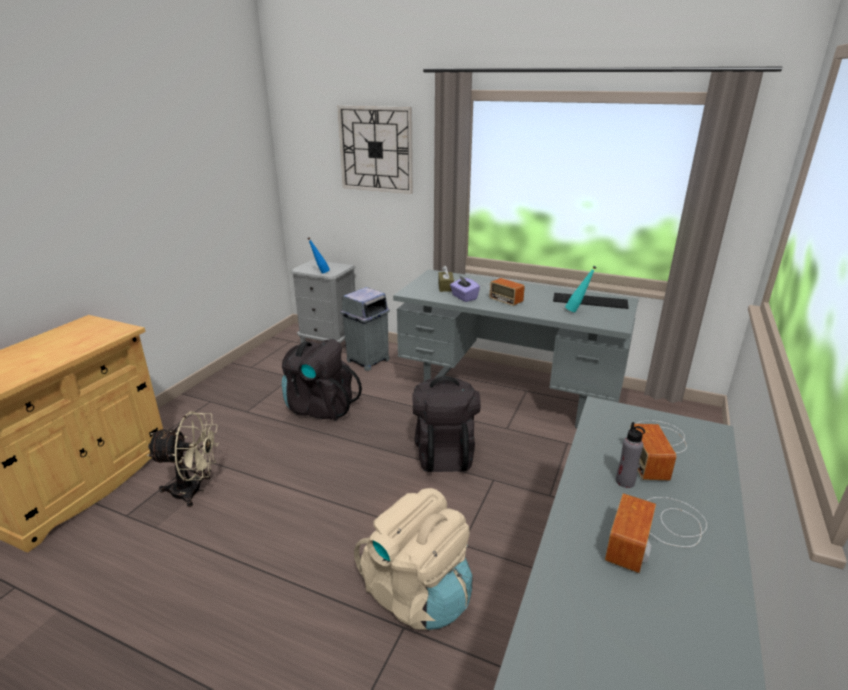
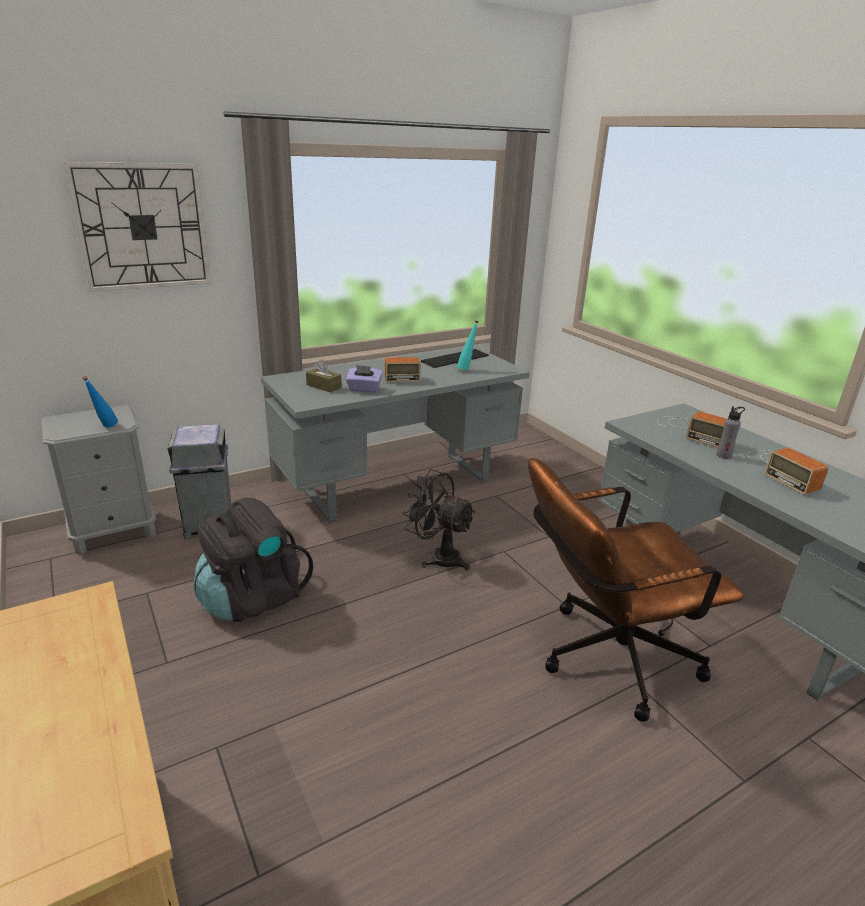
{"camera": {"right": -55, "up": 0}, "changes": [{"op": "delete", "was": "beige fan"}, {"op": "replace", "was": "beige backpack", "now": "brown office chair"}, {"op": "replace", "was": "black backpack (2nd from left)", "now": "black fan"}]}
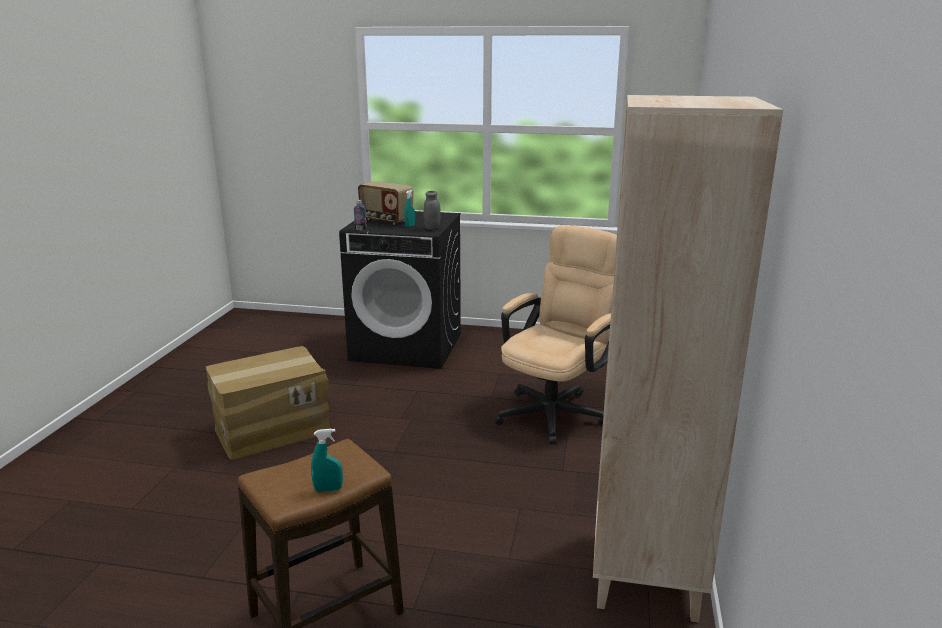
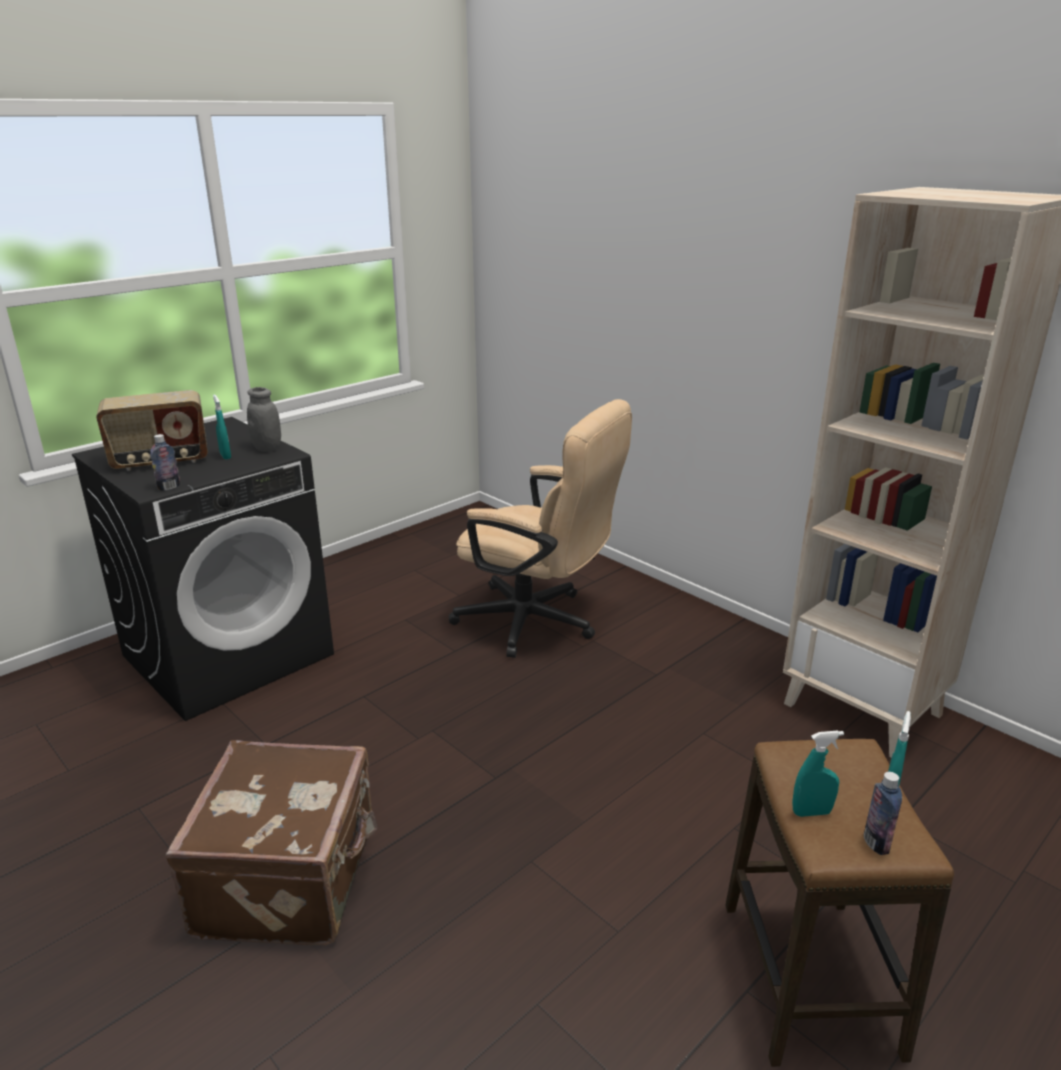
{"camera": {"right": -55, "up": 5}, "changes": [{"op": "replace", "was": "cardboard box", "now": "brown suitcase"}, {"op": "rotate", "was": "beige office chair", "clockwise": 135}, {"op": "insert", "now": "turquoise spray bottle (2nd from left)"}, {"op": "insert", "now": "bottle (2nd from left)"}]}
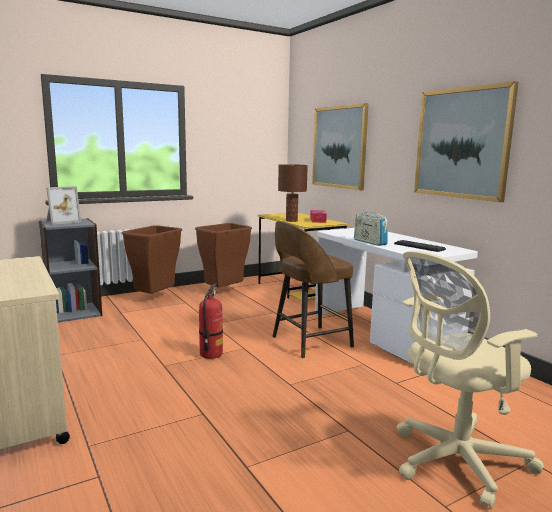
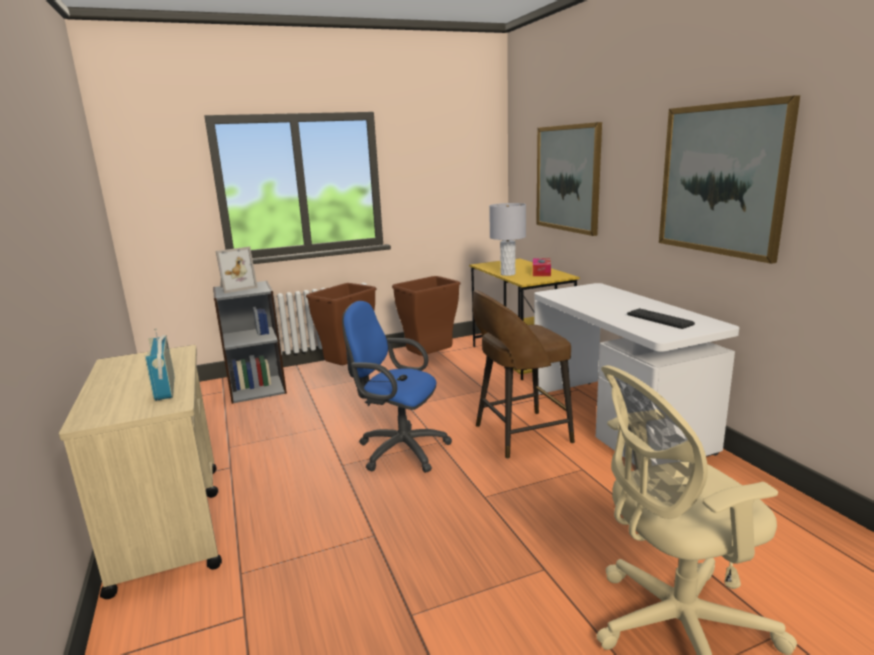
{"camera": {"right": 10, "up": 5}, "changes": [{"op": "replace", "was": "fire extinguisher", "now": "blue office chair"}, {"op": "recolor", "was": "brown table lamp", "now": "grey table lamp"}, {"op": "move", "was": "radio"}]}
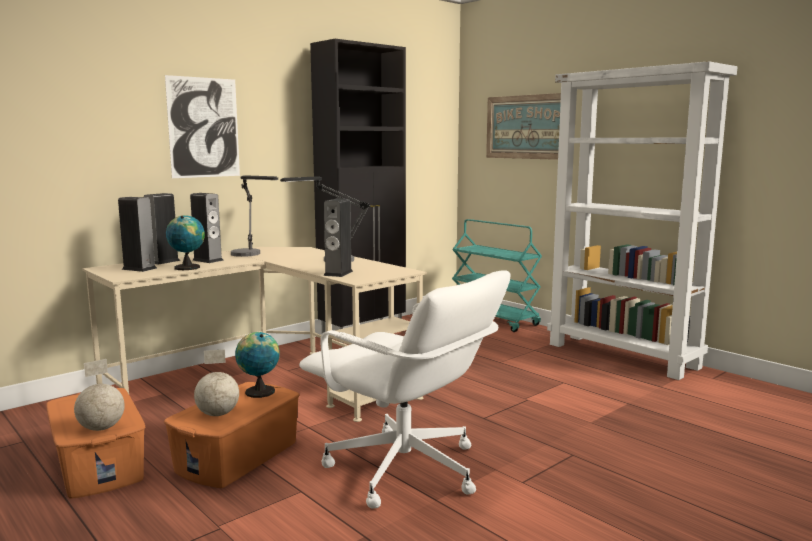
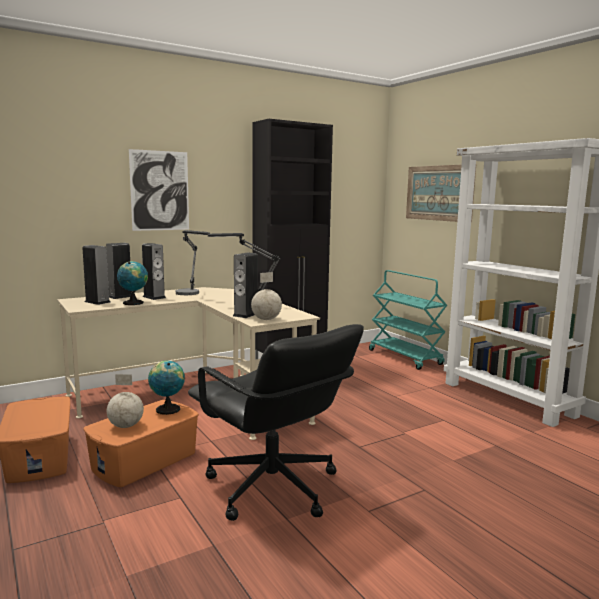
{"camera": {"right": 10, "up": 0}, "changes": [{"op": "move", "was": "globe (1st from left in the first image)", "now": "globe (4th from left)"}, {"op": "recolor", "was": "white office chair", "now": "black office chair"}]}
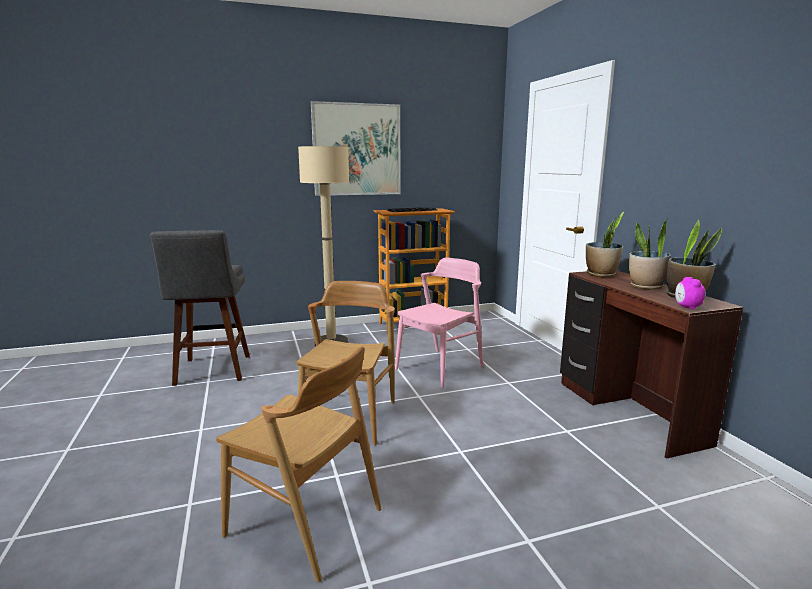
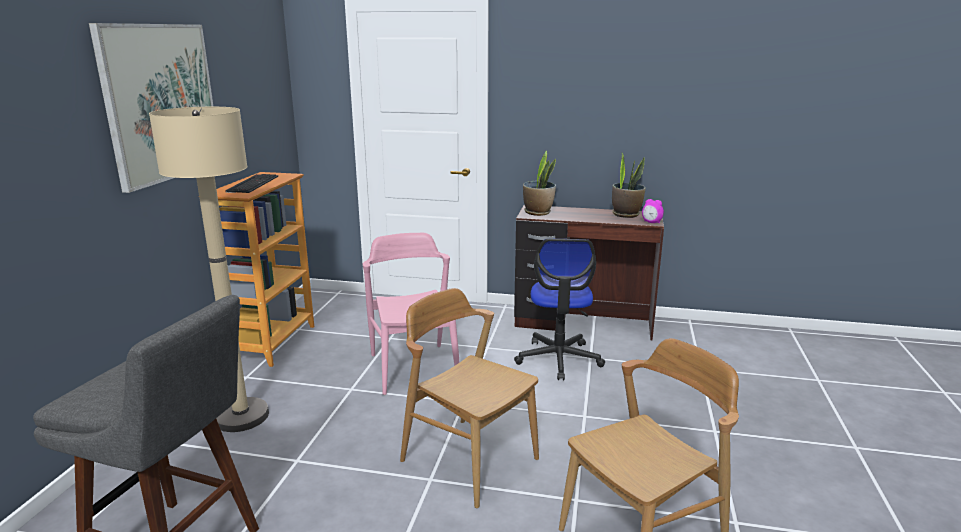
{"camera": {"right": -60, "up": 5}, "changes": [{"op": "delete", "was": "potted plant (2nd from left)"}, {"op": "insert", "now": "office chair"}]}
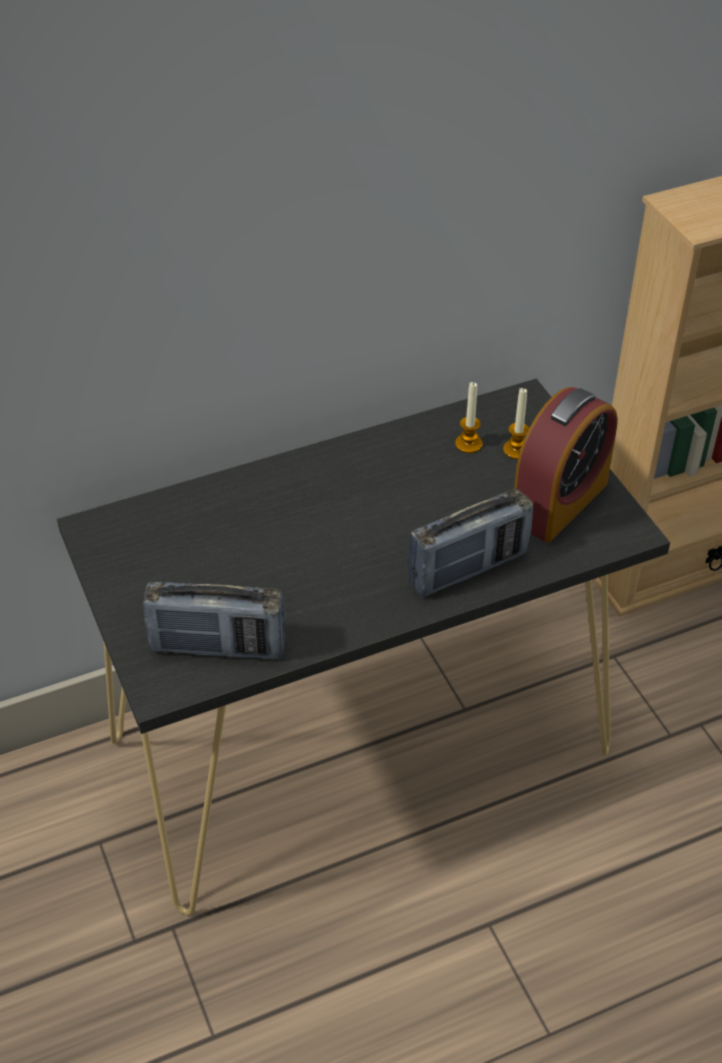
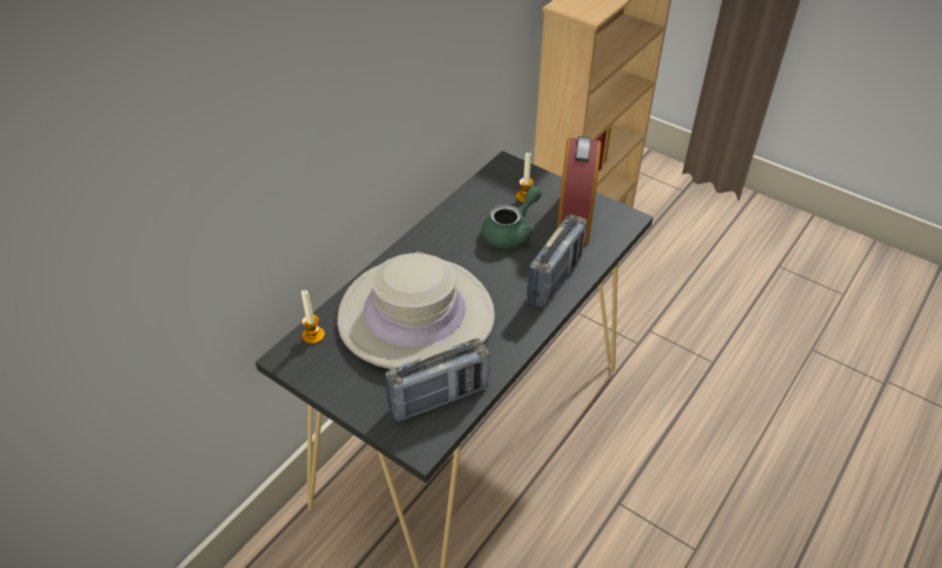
{"camera": {"right": -30, "up": 0}, "changes": [{"op": "move", "was": "candle (1st from left)"}, {"op": "insert", "now": "beige hat"}, {"op": "insert", "now": "green teapot"}]}
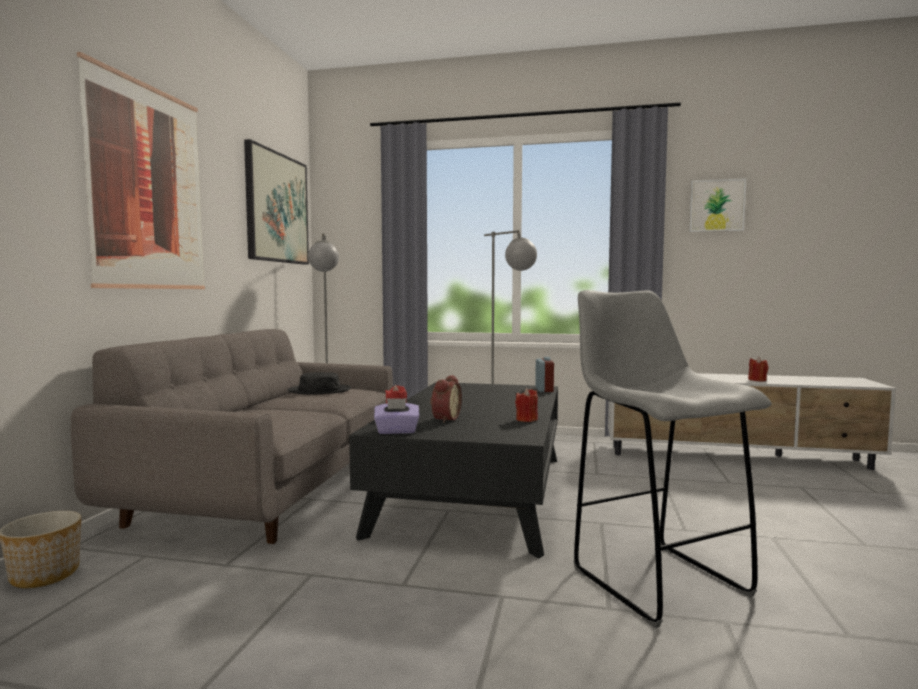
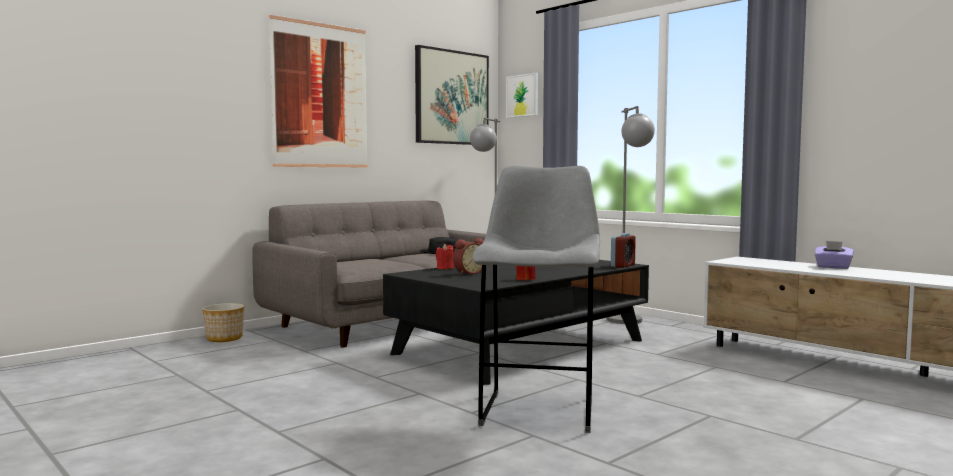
{"camera": {"right": 35, "up": 0}, "changes": [{"op": "move", "was": "purple tissue box"}, {"op": "move", "was": "picture (3rd from left)"}, {"op": "delete", "was": "red candle (3rd from left)"}]}
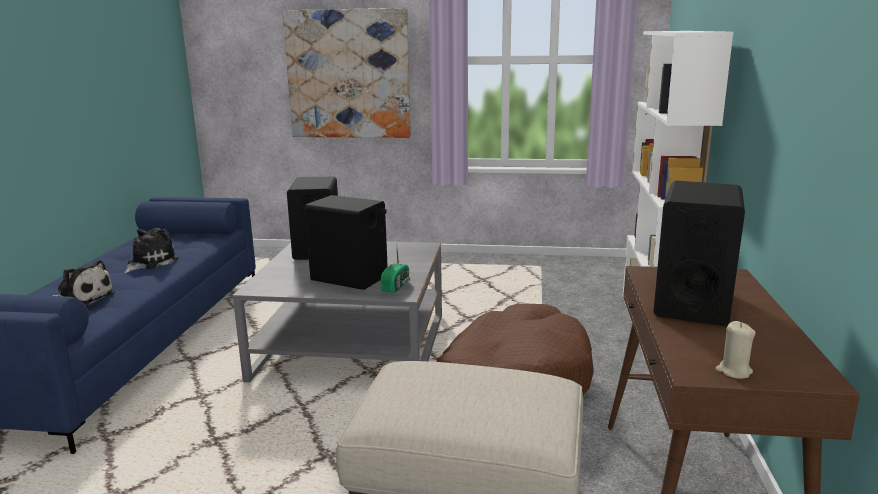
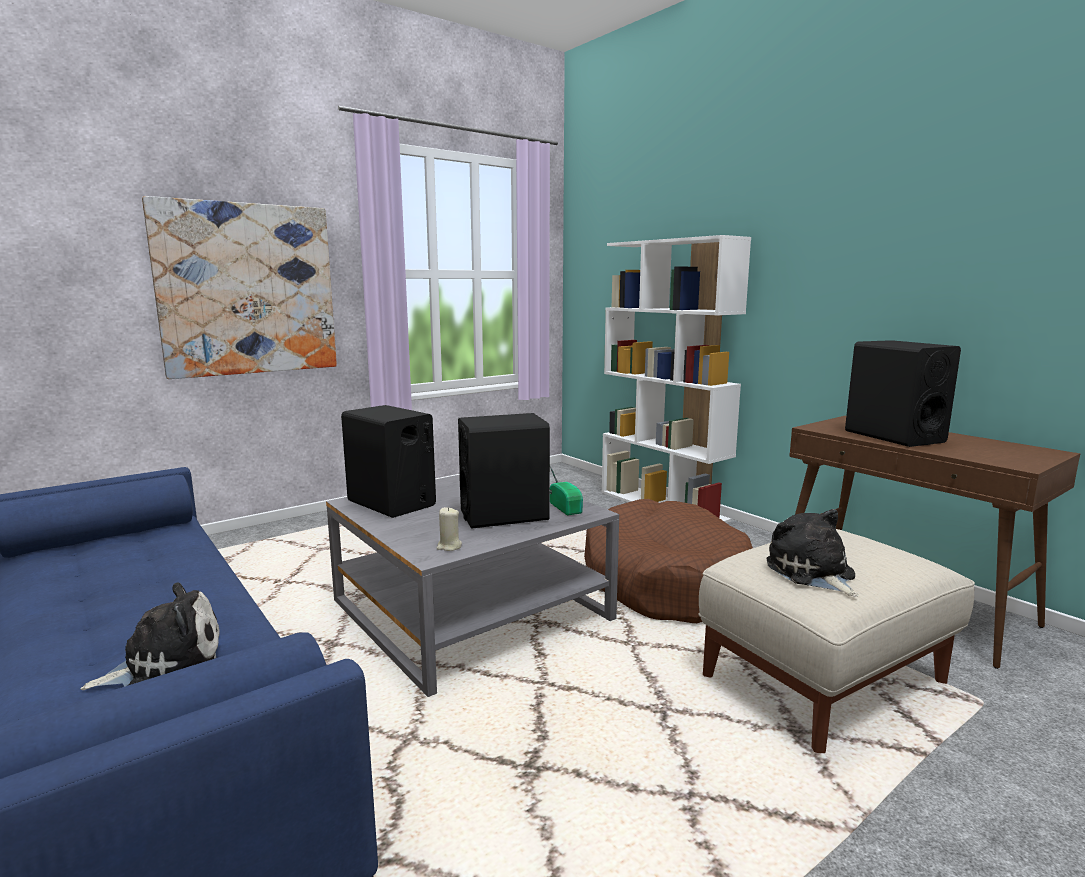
{"camera": {"right": -45, "up": -5}, "changes": [{"op": "move", "was": "plush toy (2nd from left)"}, {"op": "move", "was": "beige candle"}]}
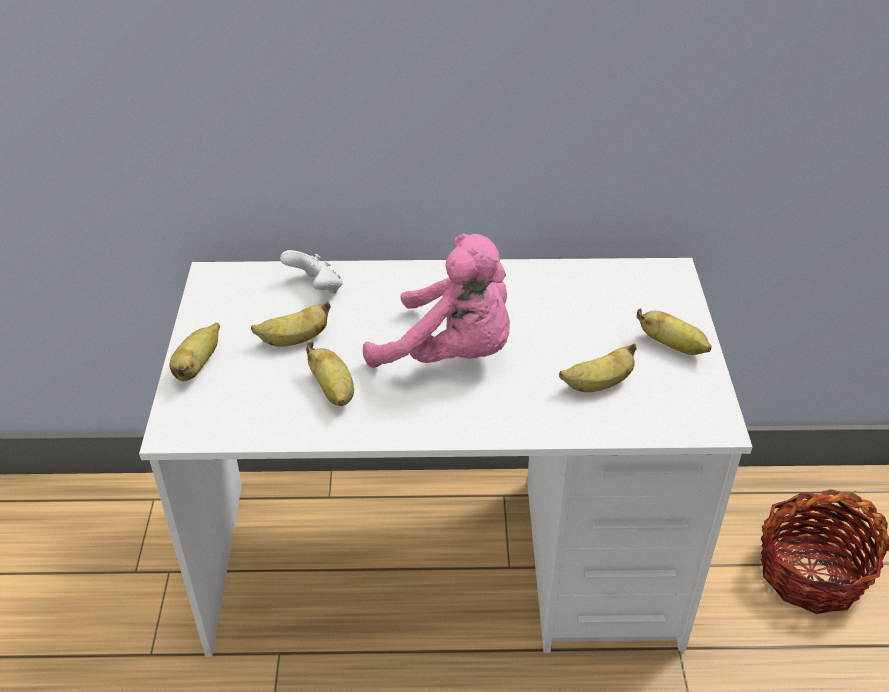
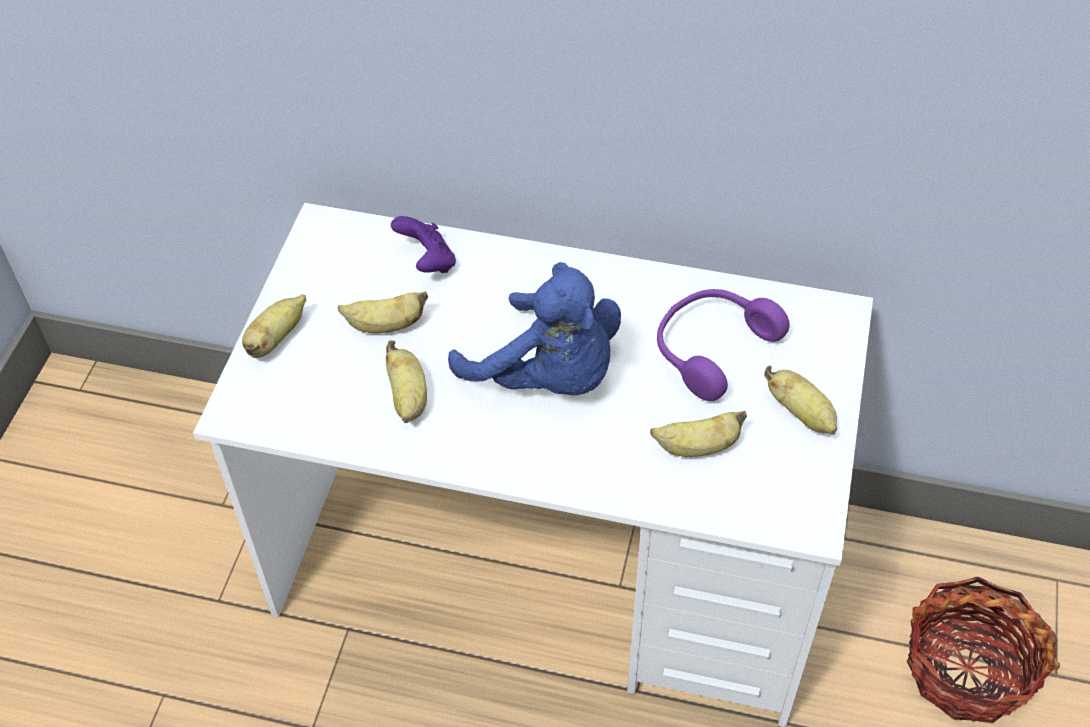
{"camera": {"right": 15, "up": 10}, "changes": [{"op": "recolor", "was": "white game controller", "now": "purple game controller"}, {"op": "recolor", "was": "pink plush toy", "now": "blue plush toy"}, {"op": "insert", "now": "purple headphones"}]}
